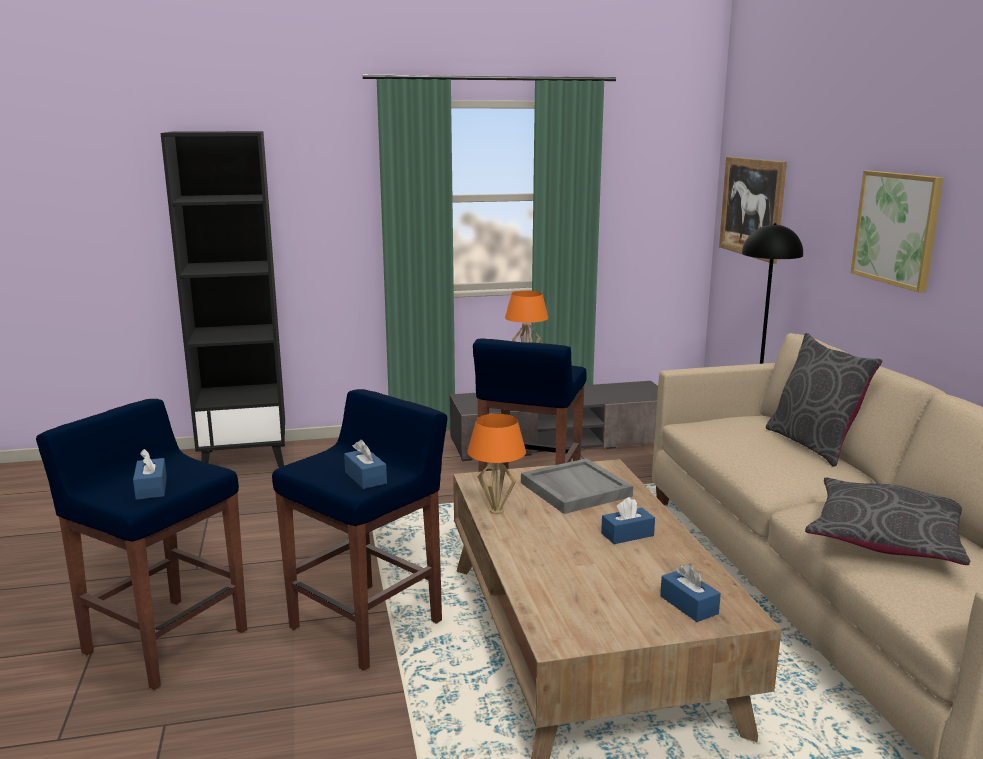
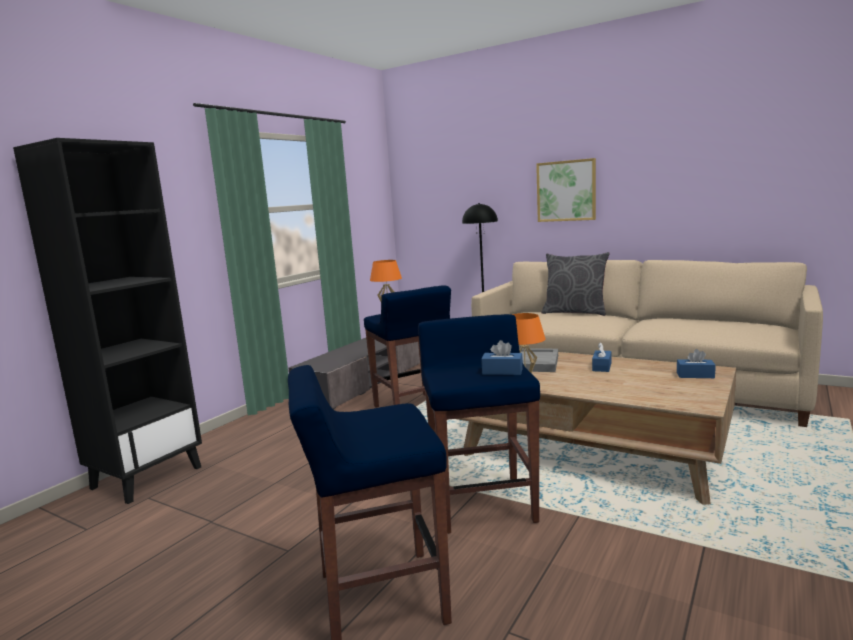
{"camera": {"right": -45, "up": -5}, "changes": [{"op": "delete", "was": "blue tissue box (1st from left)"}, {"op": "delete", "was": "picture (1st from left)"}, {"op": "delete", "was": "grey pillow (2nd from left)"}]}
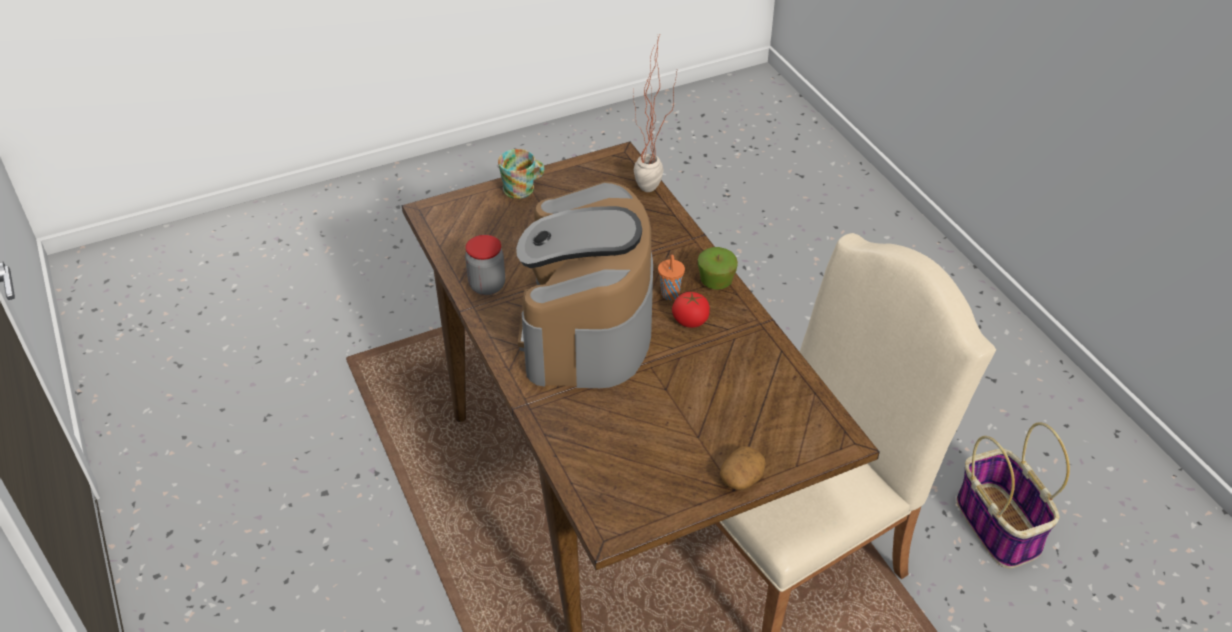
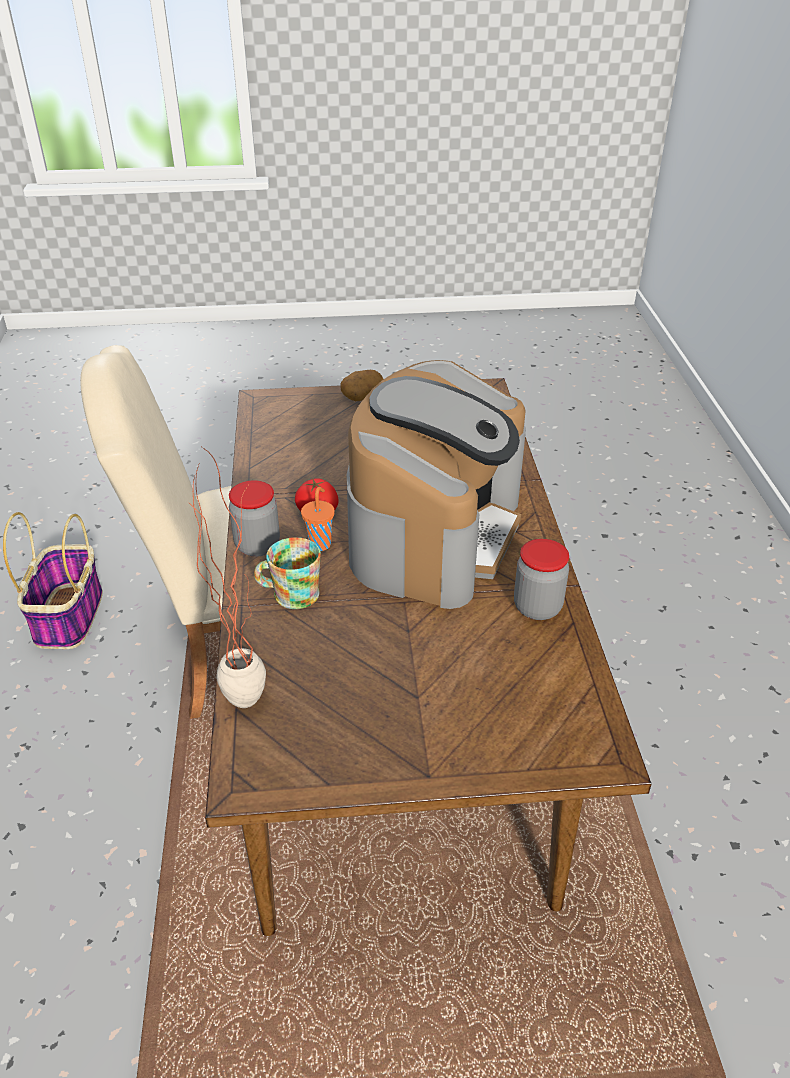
{"camera": {"right": -160, "up": -5}, "changes": [{"op": "move", "was": "mug"}, {"op": "replace", "was": "apple", "now": "jar (1st from left)"}]}
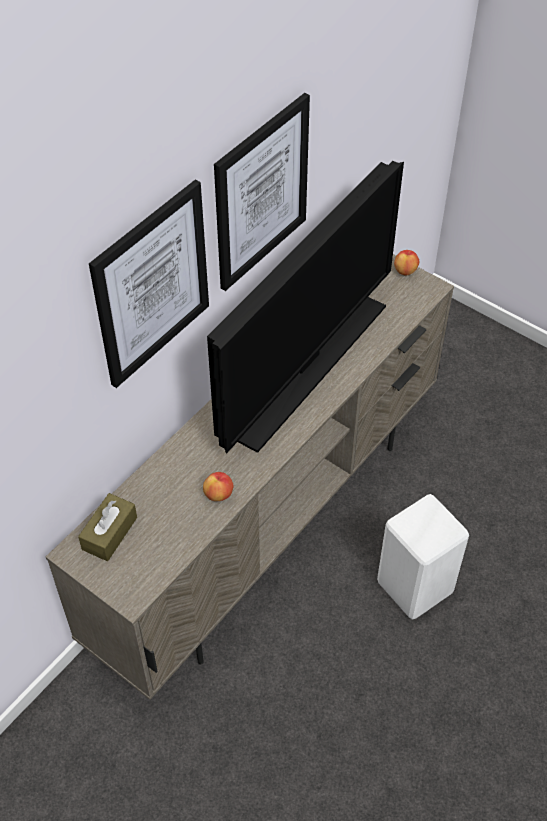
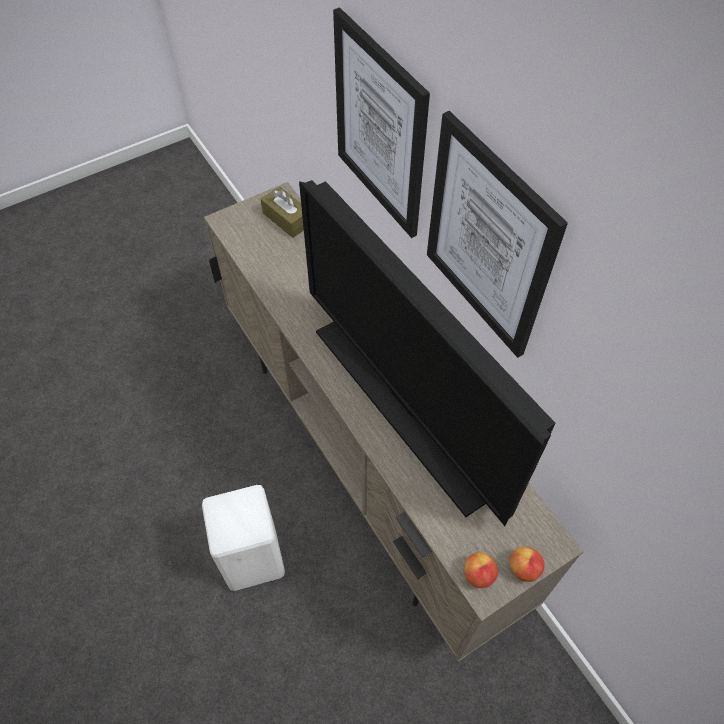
{"camera": {"right": 110, "up": 5}, "changes": [{"op": "move", "was": "apple (1st from left)"}]}
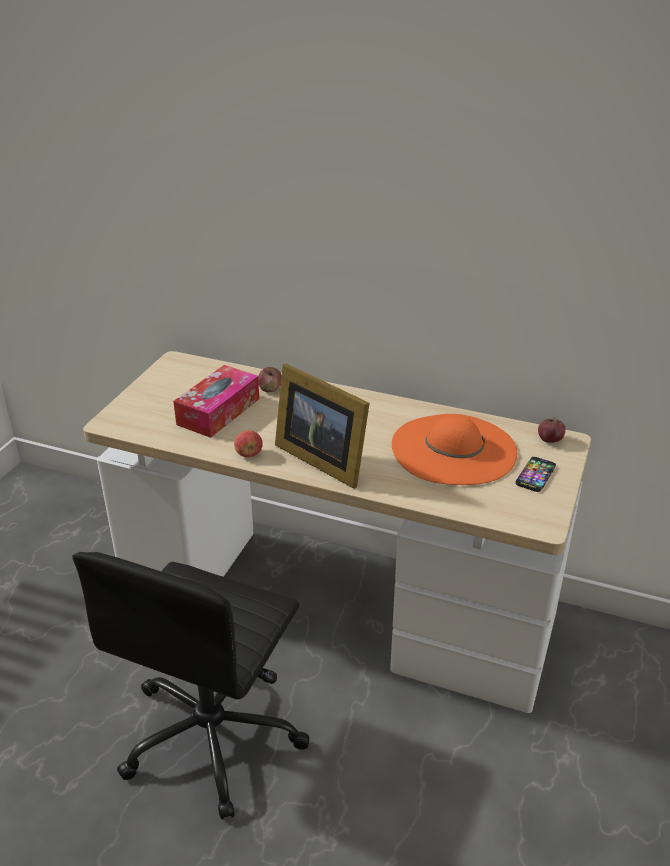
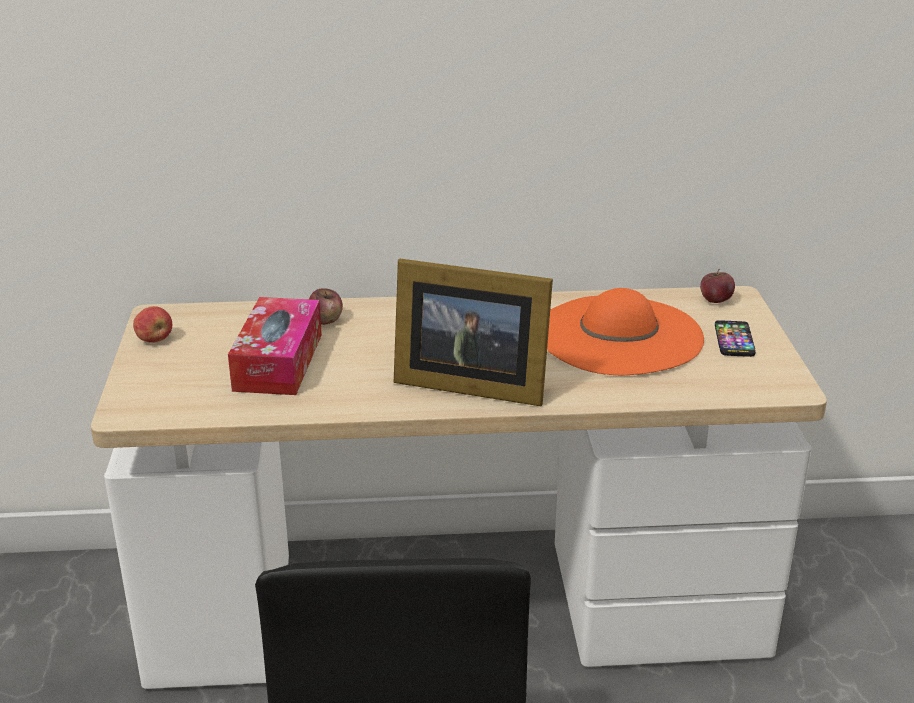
{"camera": {"right": -25, "up": -5}, "changes": [{"op": "move", "was": "apple (1st from left)"}]}
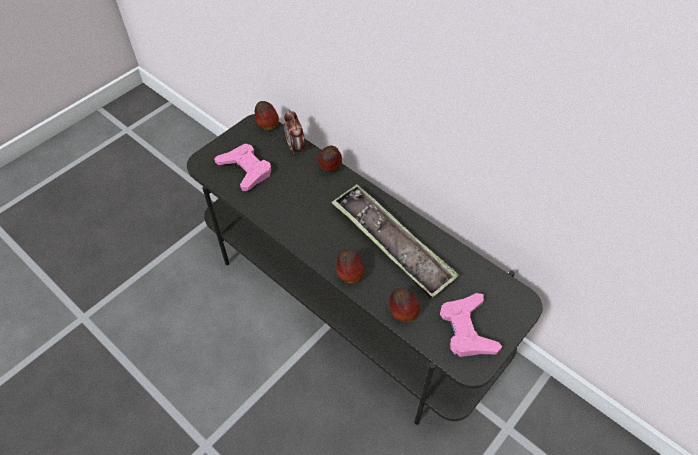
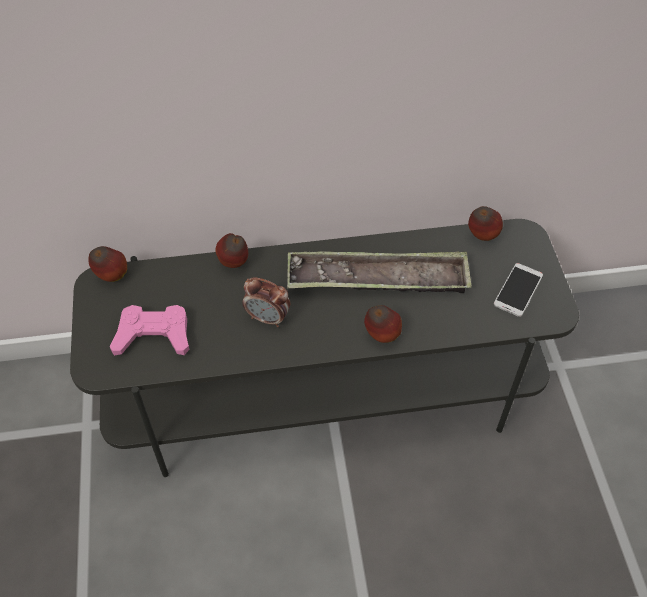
{"camera": {"right": -50, "up": 0}, "changes": [{"op": "move", "was": "alarm clock"}, {"op": "move", "was": "apple (4th from left)"}, {"op": "replace", "was": "pink game controller (2nd from left)", "now": "phone"}]}
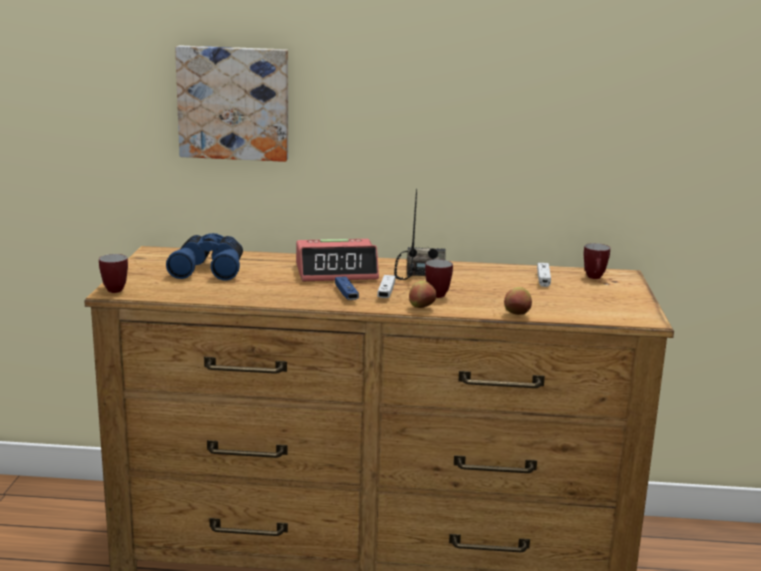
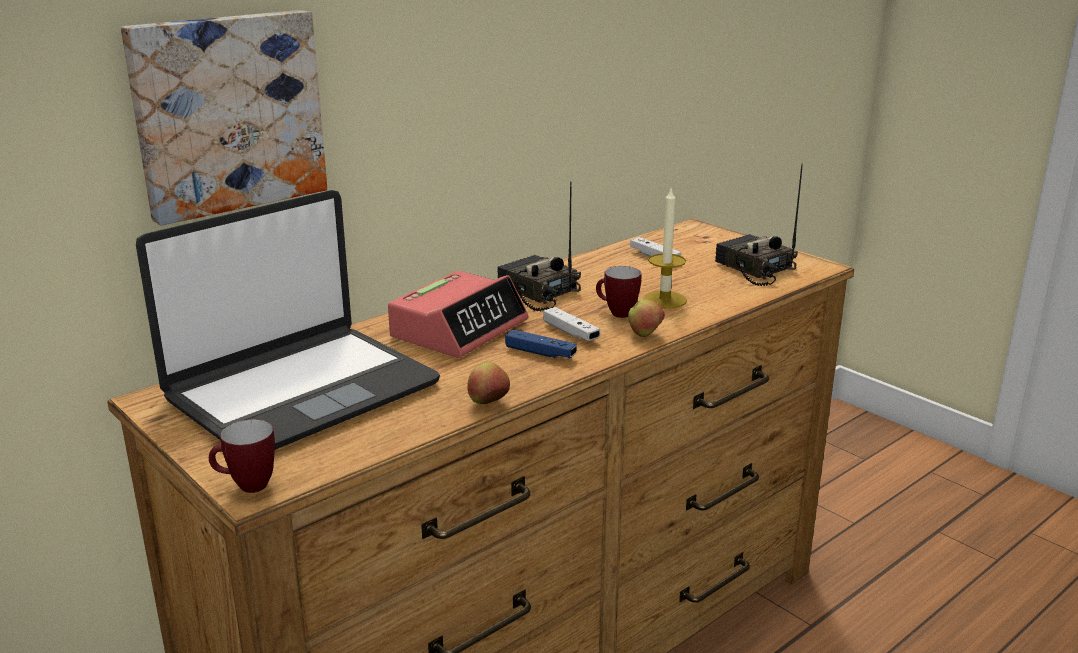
{"camera": {"right": -45, "up": 5}, "changes": [{"op": "replace", "was": "blue binoculars", "now": "laptop"}, {"op": "move", "was": "apple (2nd from left in the first image)", "now": "apple (1st from left)"}, {"op": "delete", "was": "mug (3rd from left)"}, {"op": "insert", "now": "candle"}, {"op": "insert", "now": "radio (2nd from left)"}]}
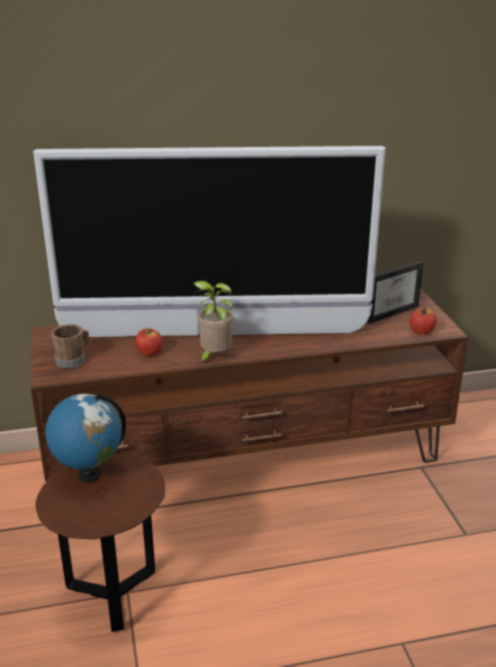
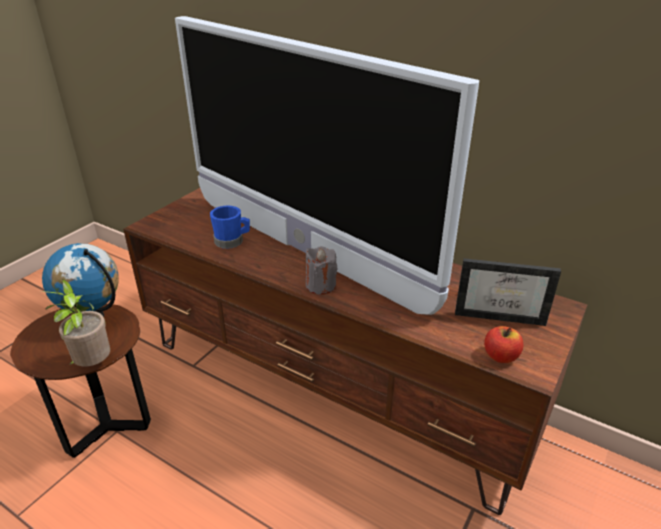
{"camera": {"right": 45, "up": 5}, "changes": [{"op": "delete", "was": "brown mug"}, {"op": "replace", "was": "apple (1st from left)", "now": "blue mug"}, {"op": "move", "was": "potted plant"}, {"op": "insert", "now": "grey candle"}]}
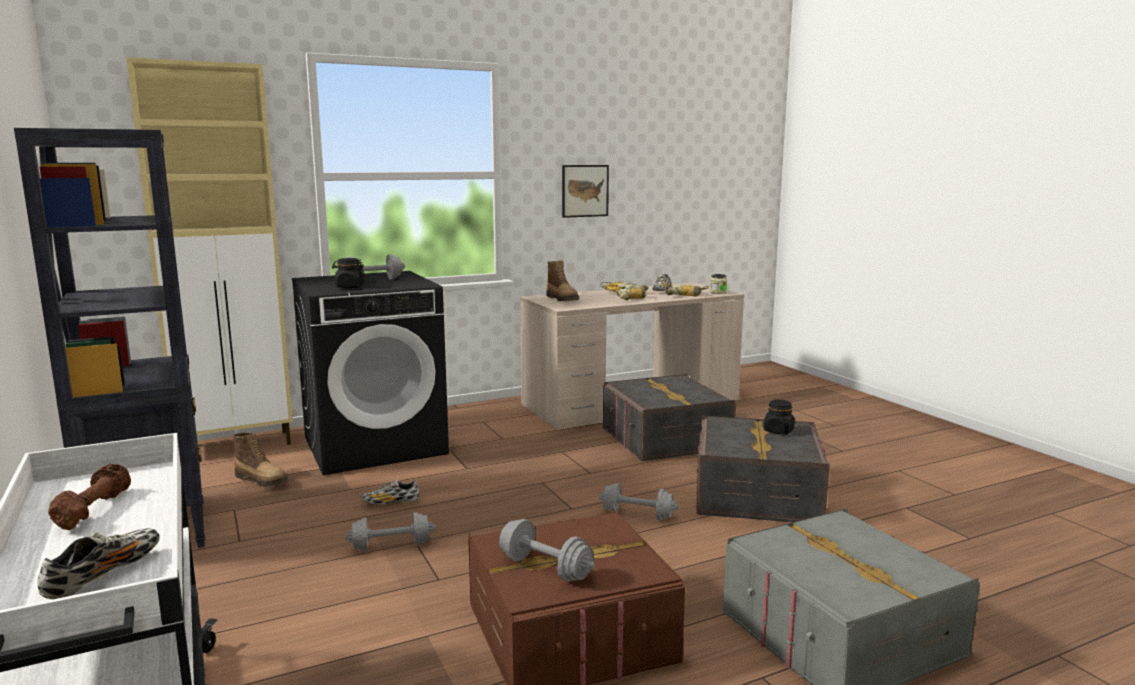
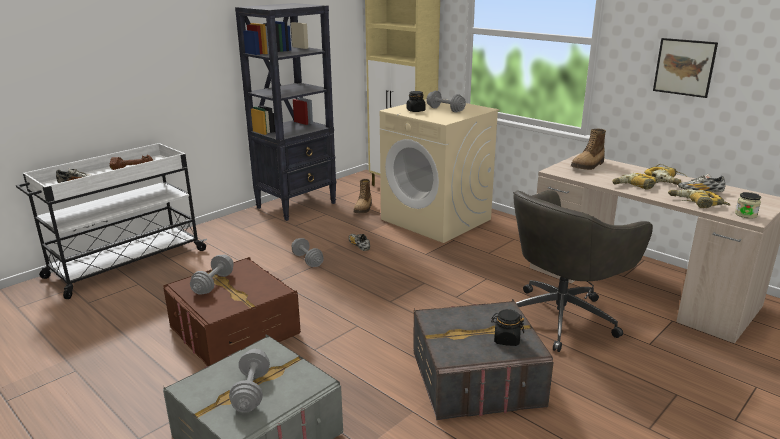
{"camera": {"right": 70, "up": 10}, "changes": [{"op": "recolor", "was": "black washing machine", "now": "beige washing machine"}, {"op": "move", "was": "grey dumbbell (4th from left in the first image)", "now": "grey dumbbell (2nd from left)"}, {"op": "replace", "was": "grey storage box (1st from left)", "now": "grey office chair"}]}
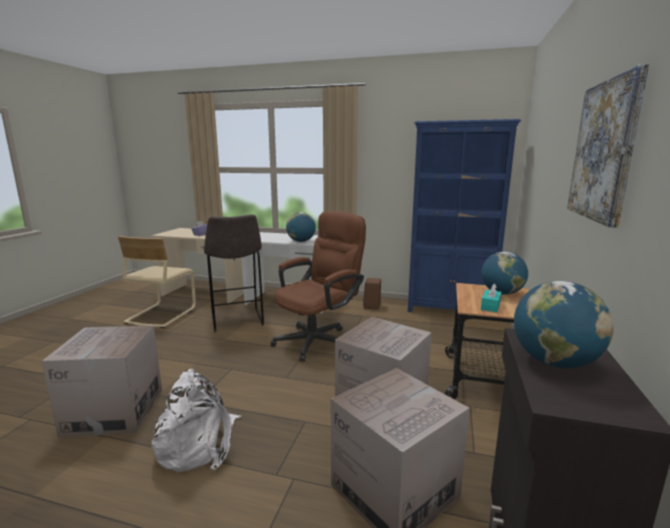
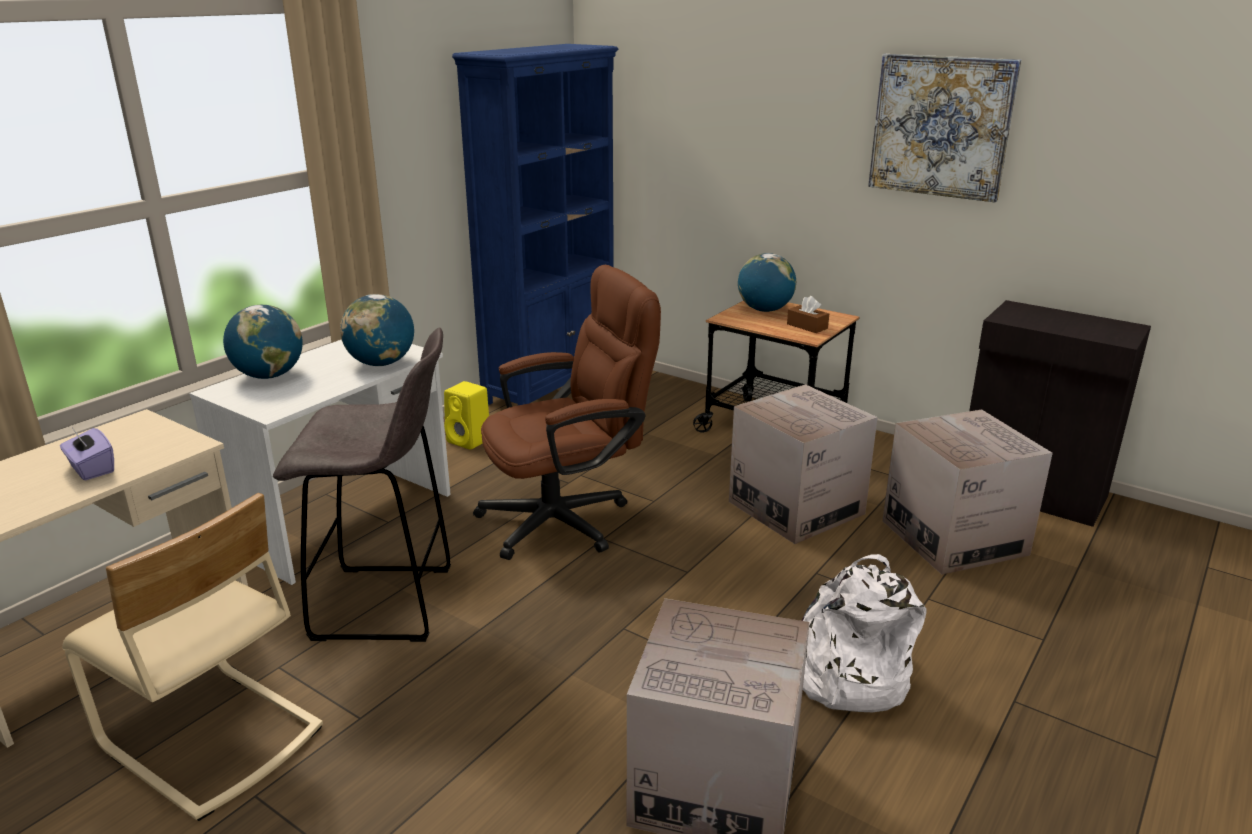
{"camera": {"right": -70, "up": 10}, "changes": [{"op": "rotate", "was": "brown office chair", "clockwise": 90}, {"op": "recolor", "was": "brown speaker", "now": "yellow speaker"}, {"op": "recolor", "was": "turquoise tissue box", "now": "brown tissue box"}, {"op": "move", "was": "globe (3rd from left in the first image)", "now": "globe (1st from left)"}]}
